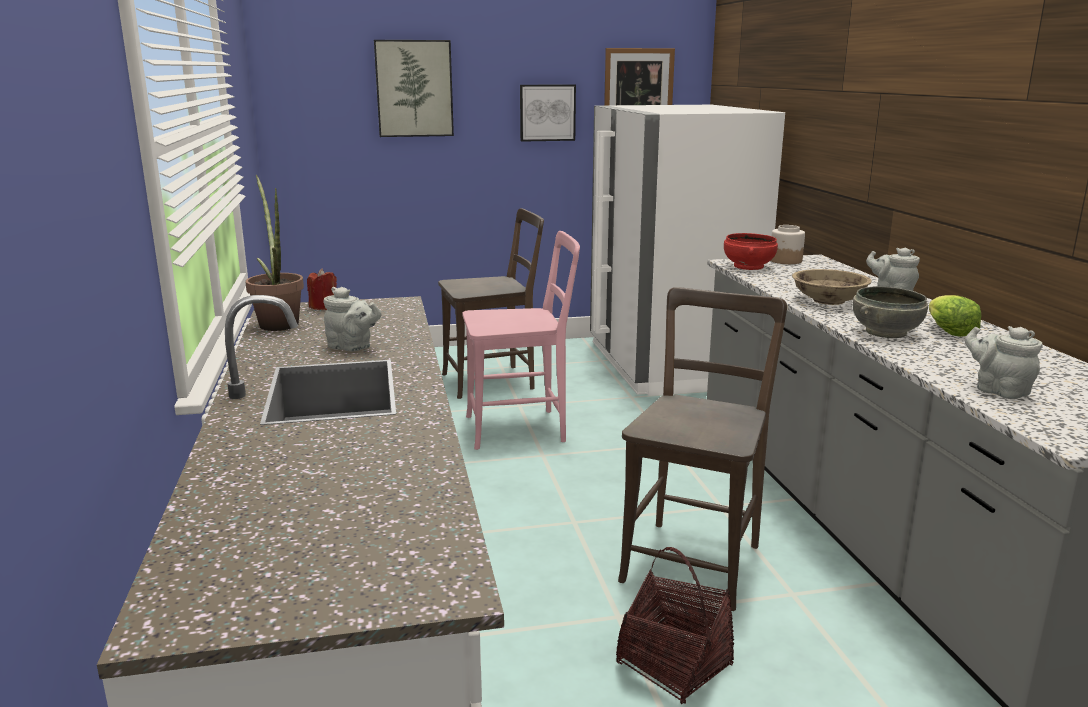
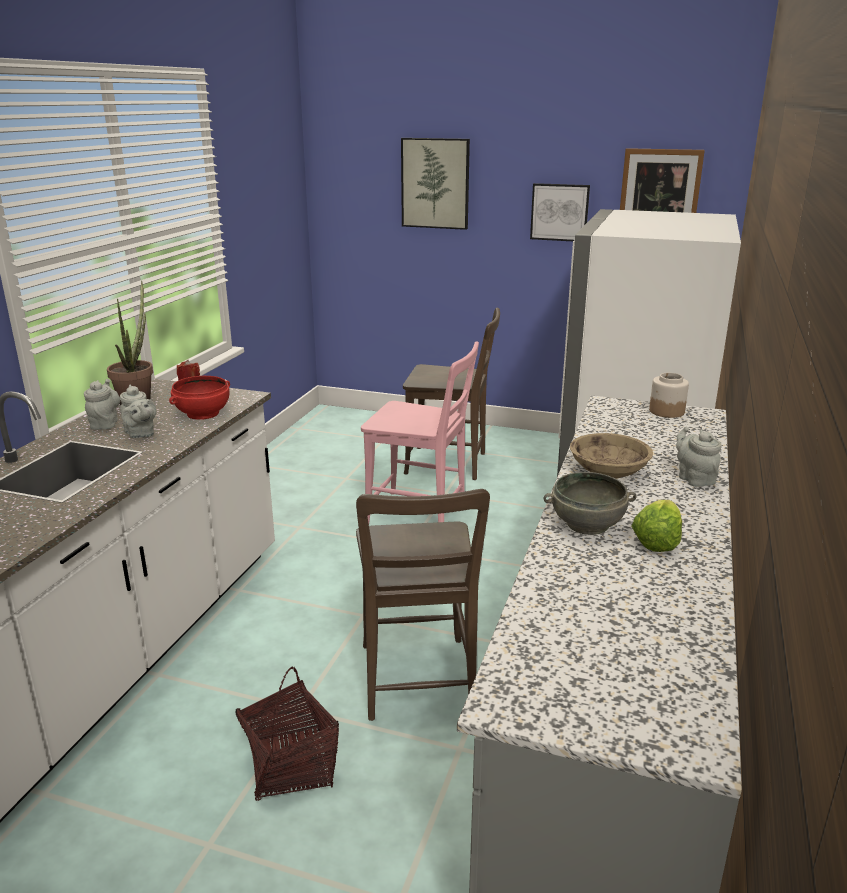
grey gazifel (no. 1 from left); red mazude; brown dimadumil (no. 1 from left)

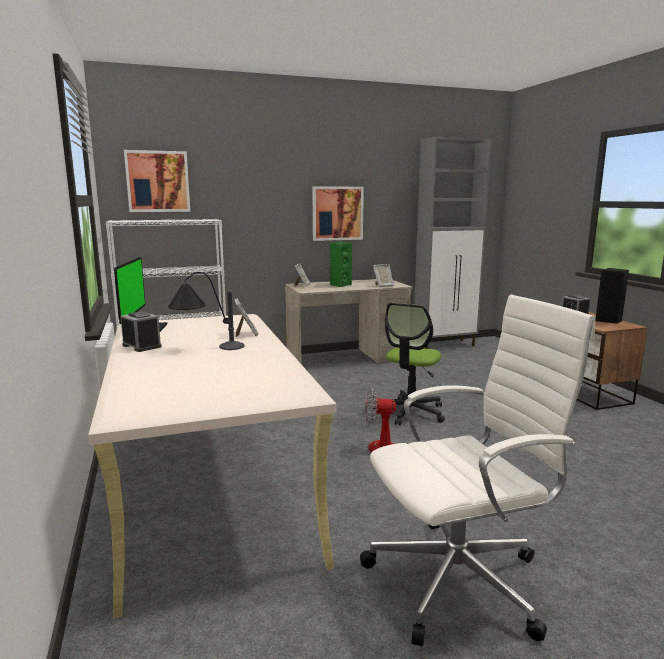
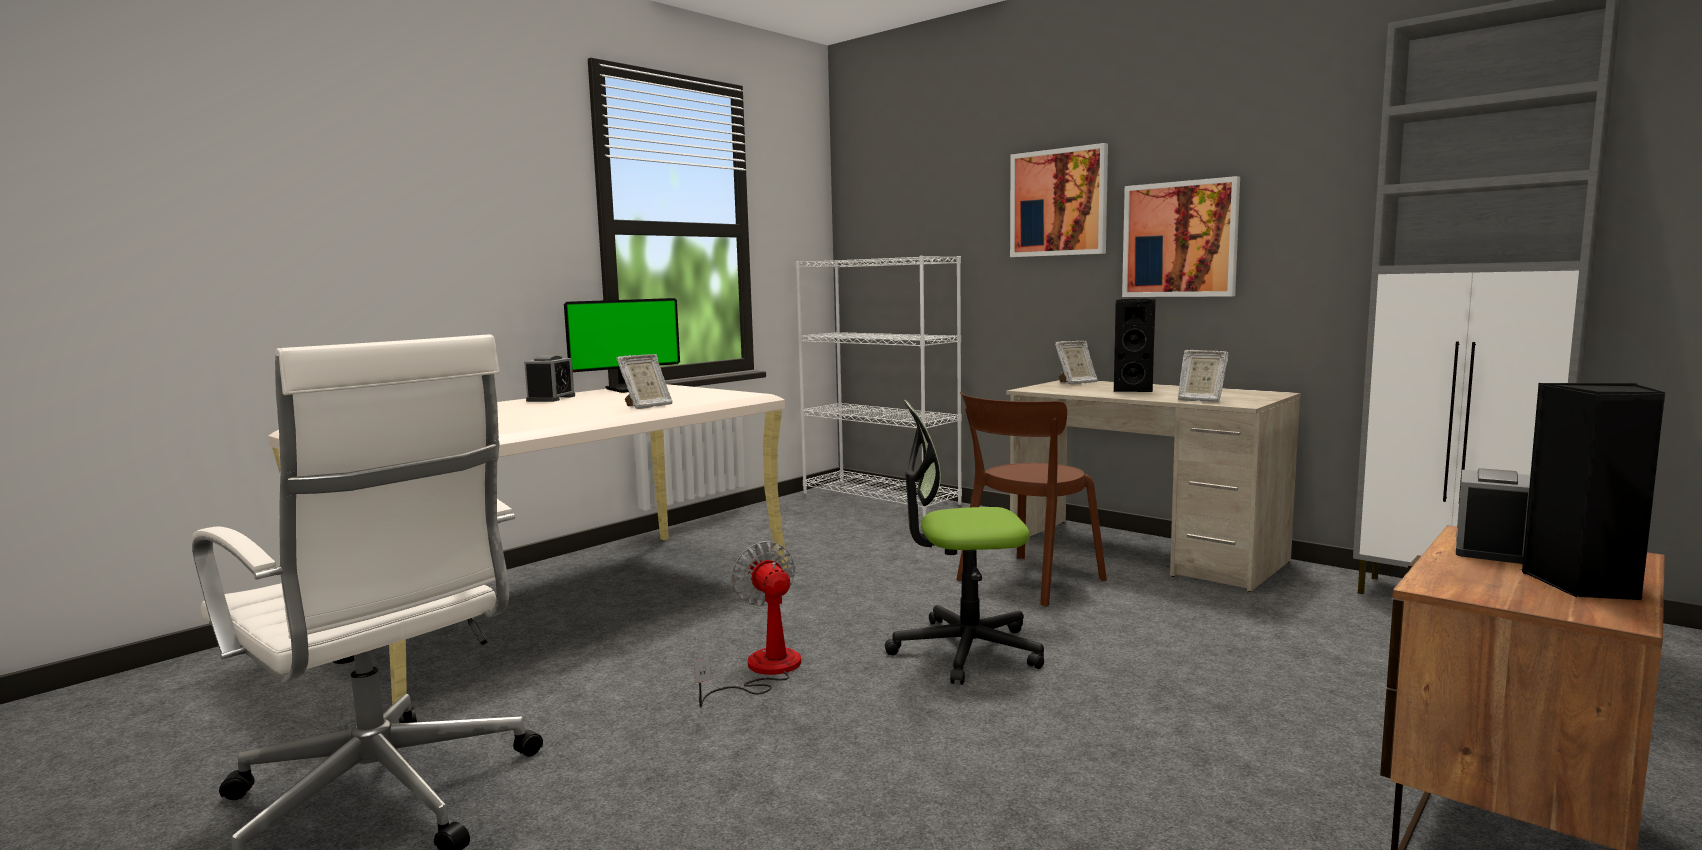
brown dimadumil; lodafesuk (no. 1 from left); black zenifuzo (no. 1 from left); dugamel

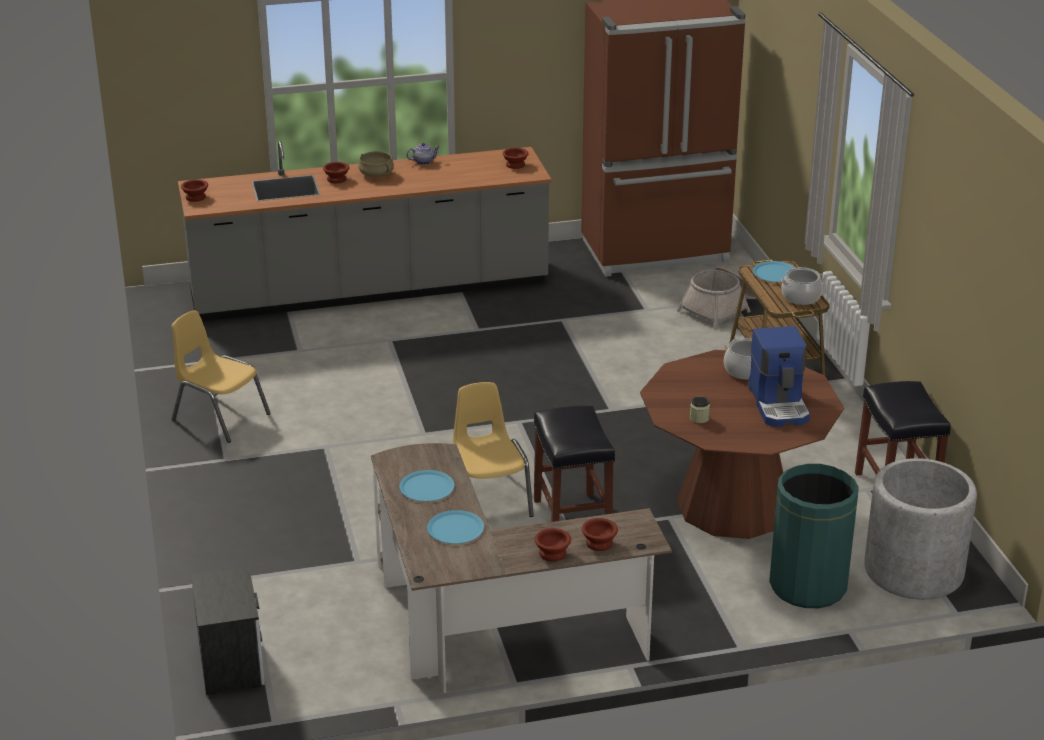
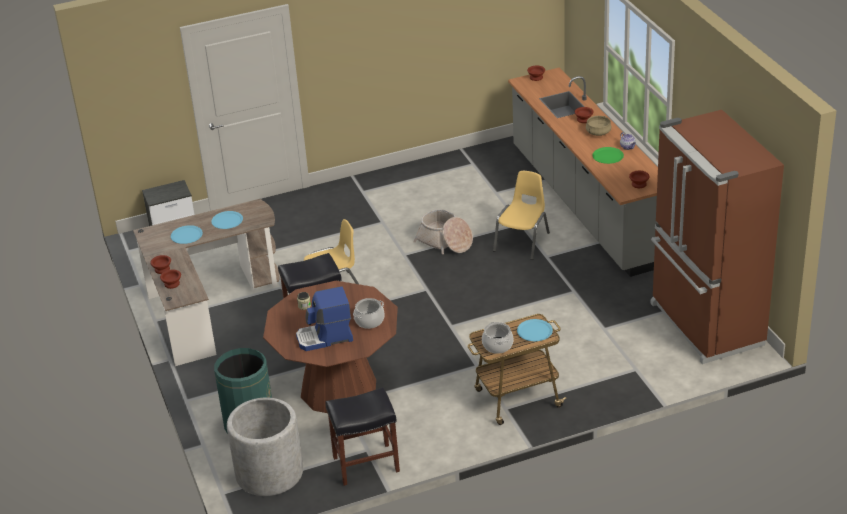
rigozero; yellow dimadumil (no. 2 from left); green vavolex

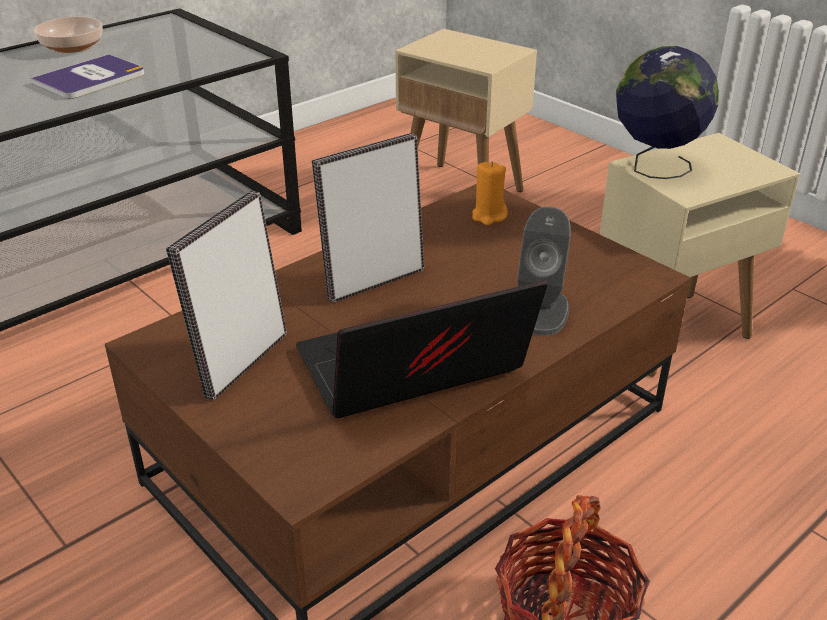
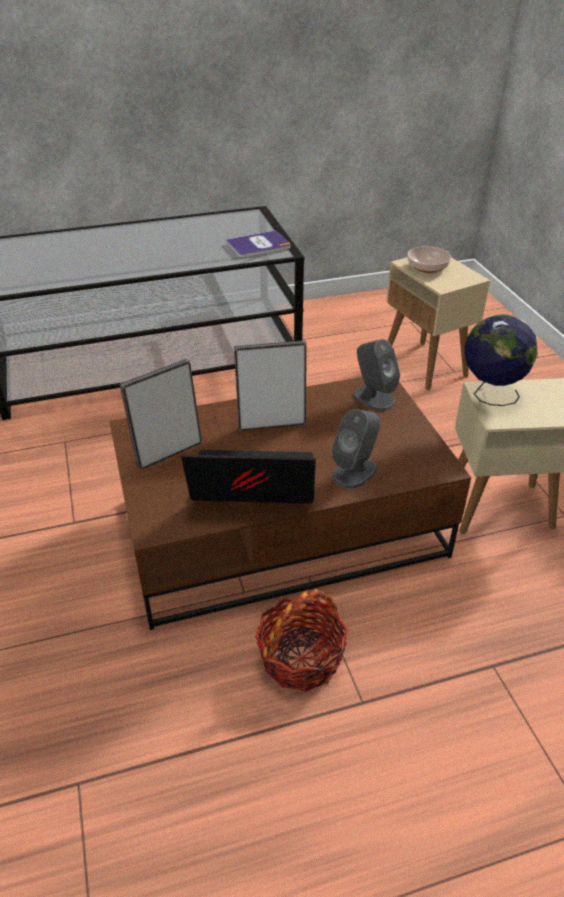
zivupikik; grey zenifuzo (no. 2 from left); mazude

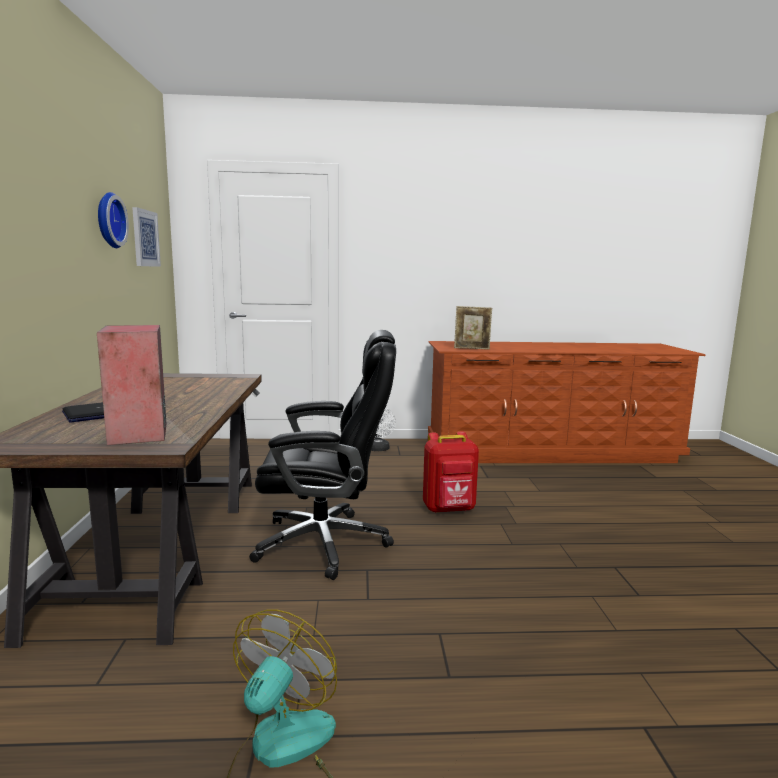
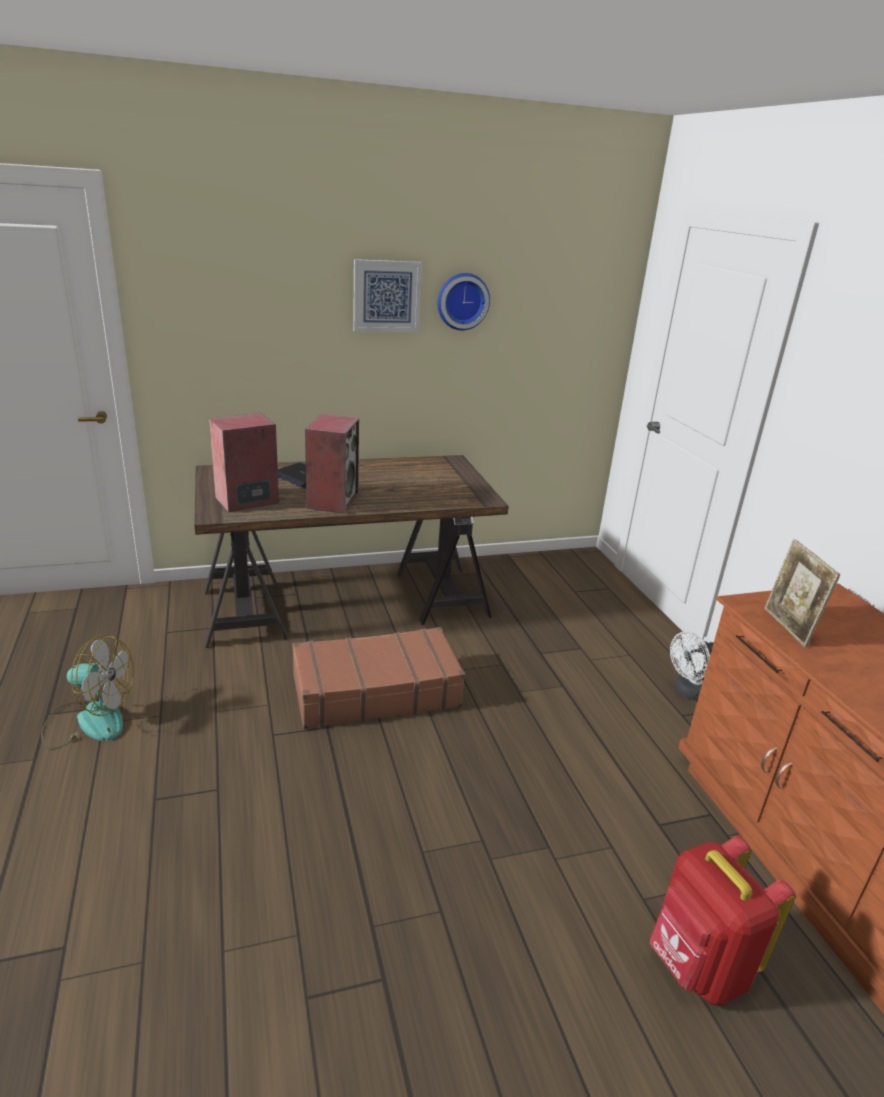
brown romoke; zenifuzo (no. 2 from left); lodafesuk; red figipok

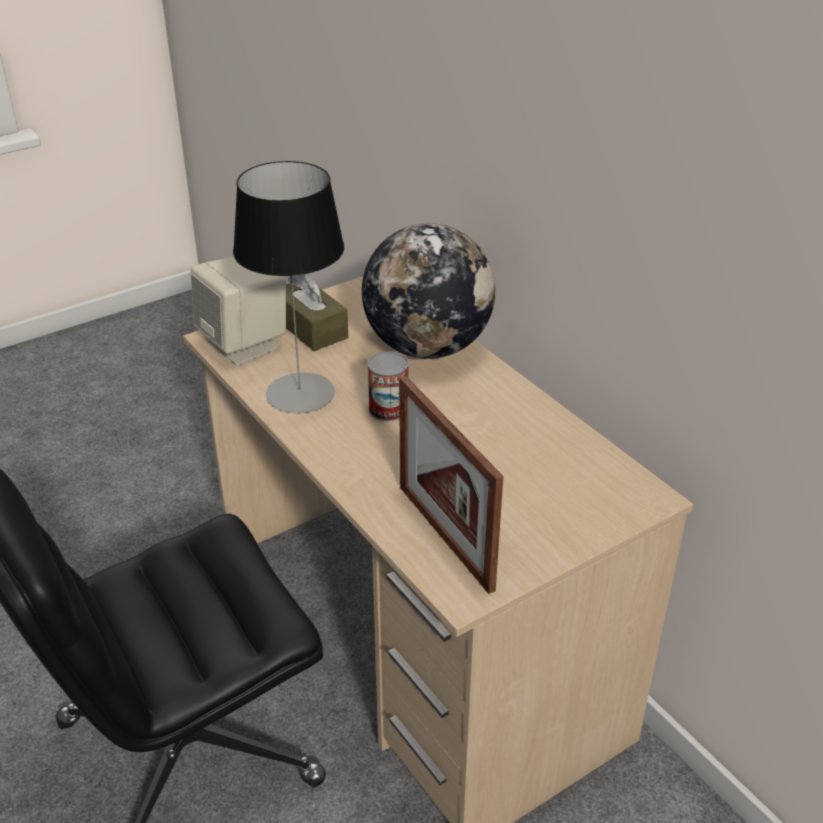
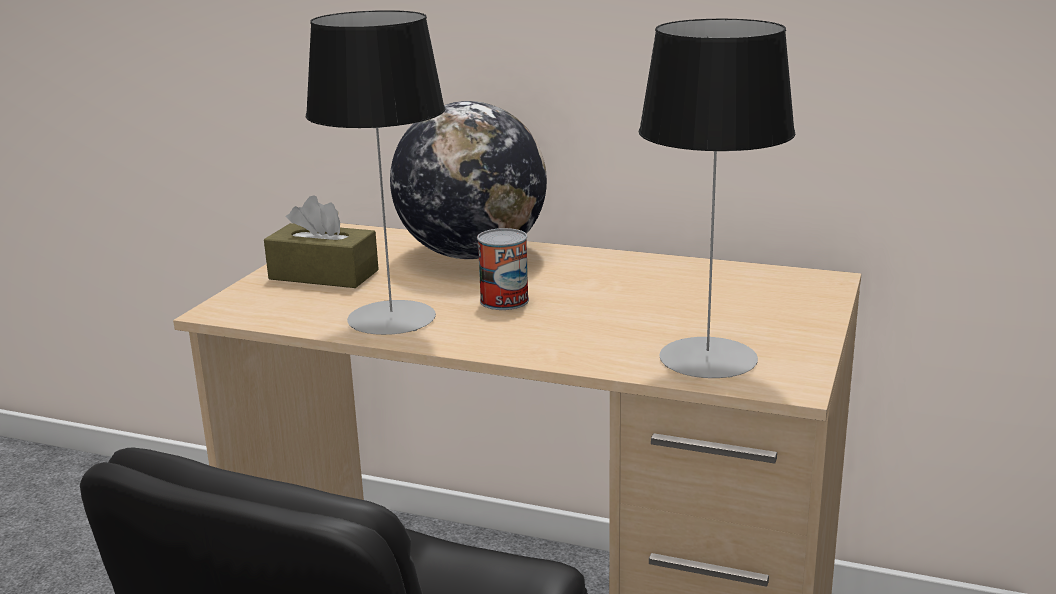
dugamel (no. 2 from left); beige zenifuzo

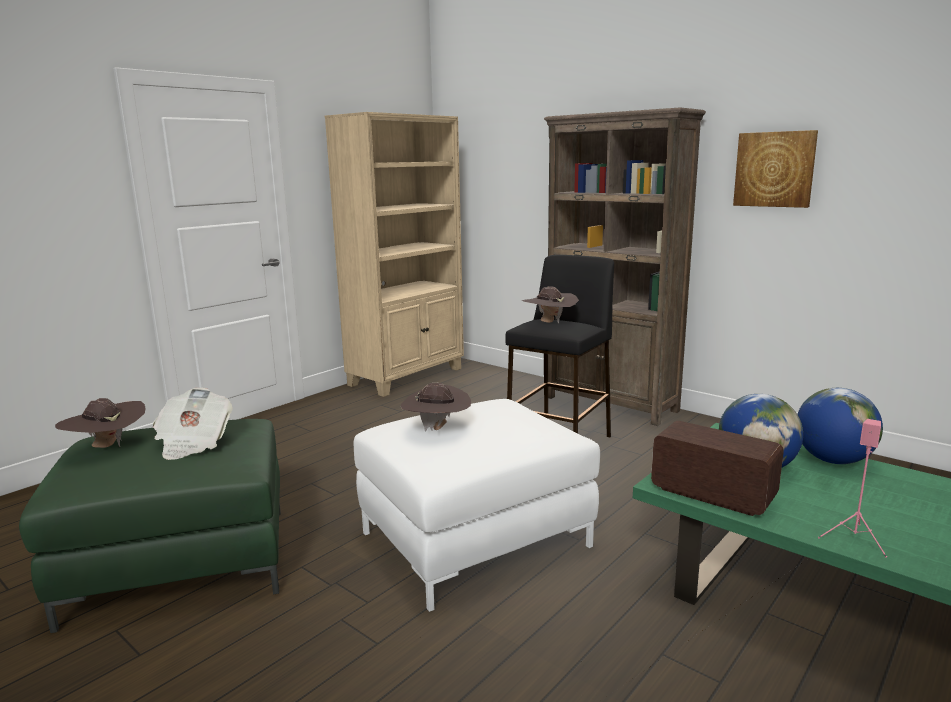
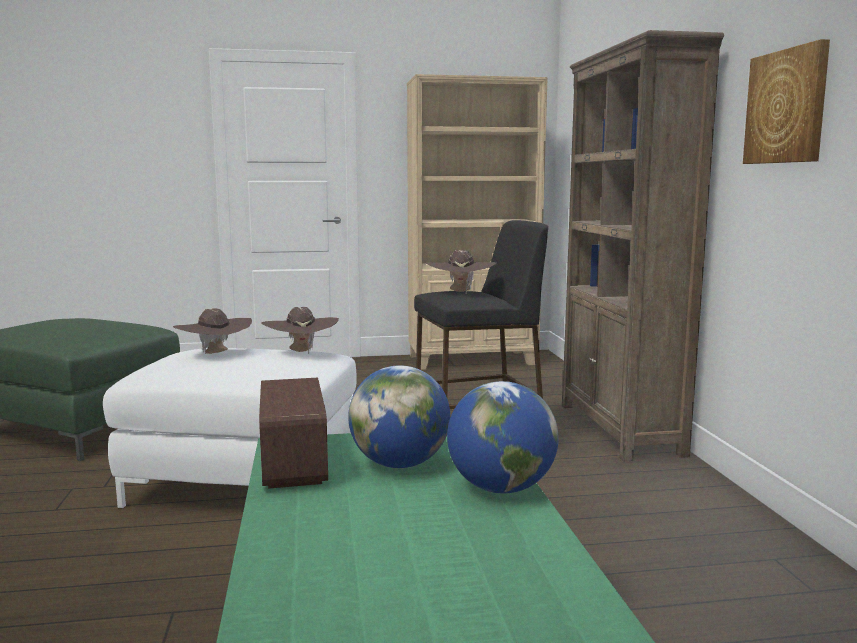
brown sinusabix (no. 2 from left); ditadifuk; pink zenifuzo

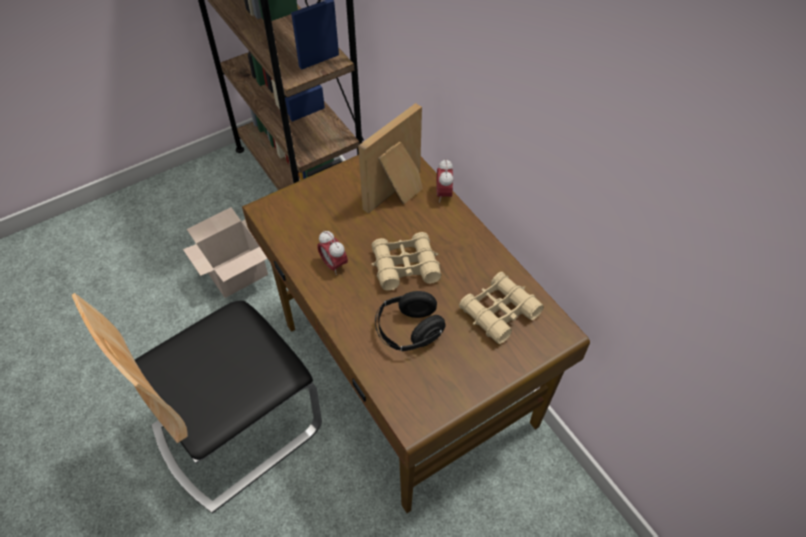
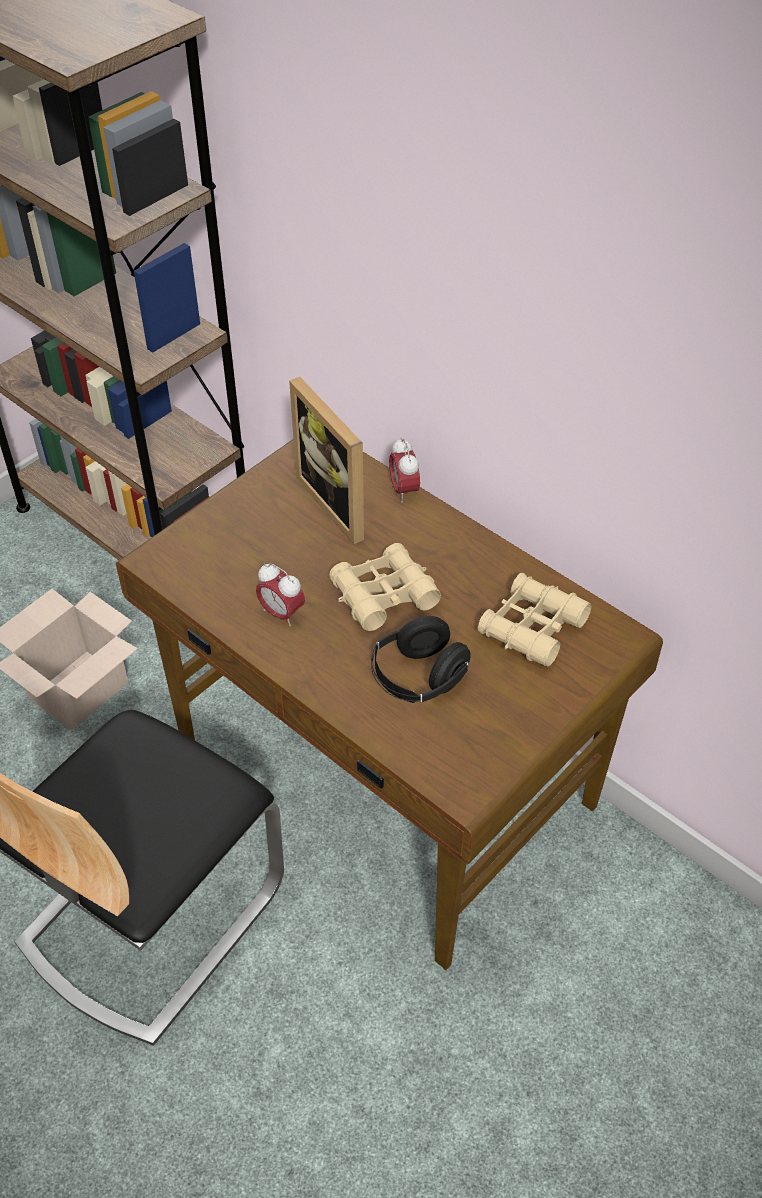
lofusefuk

